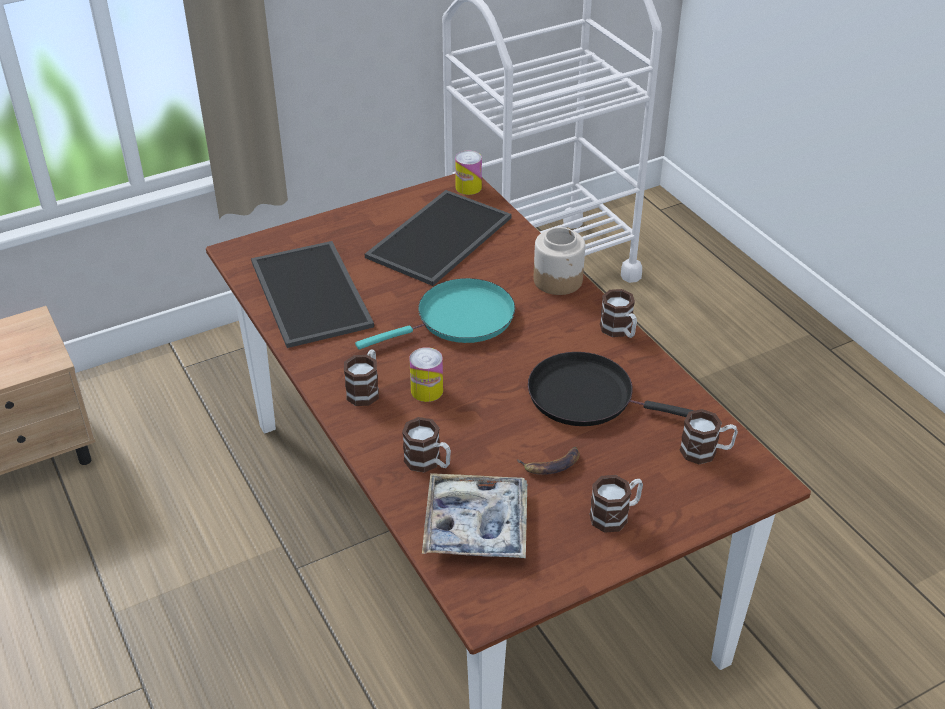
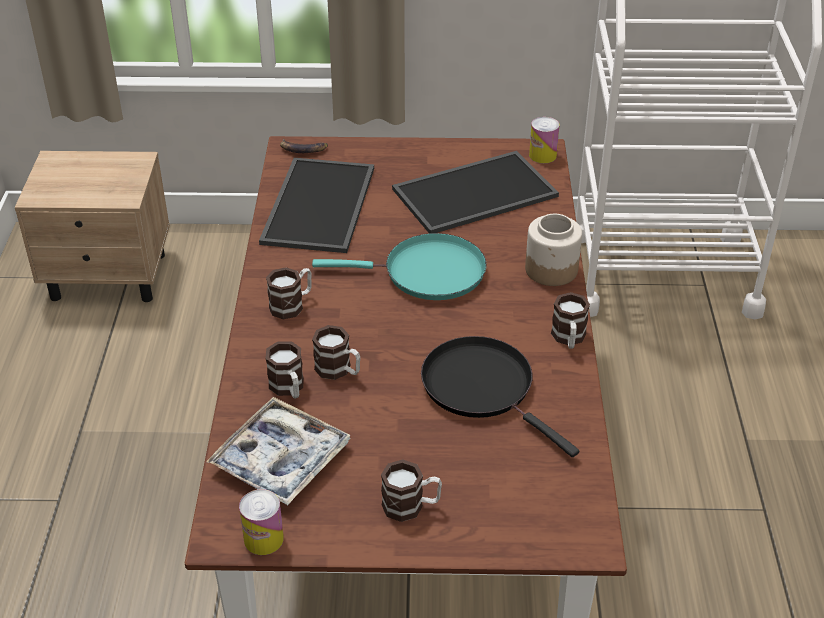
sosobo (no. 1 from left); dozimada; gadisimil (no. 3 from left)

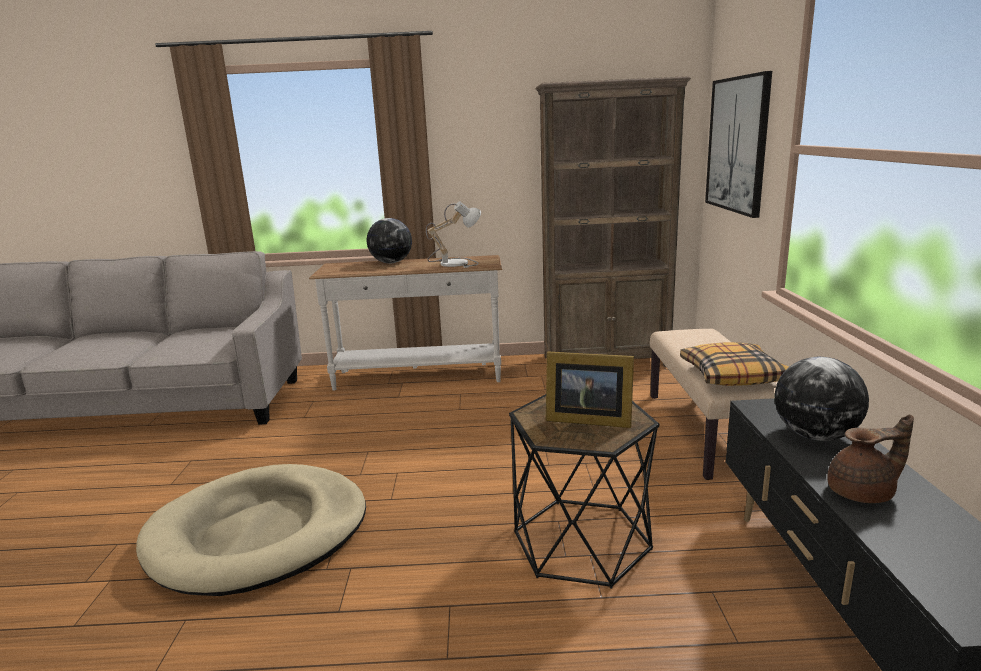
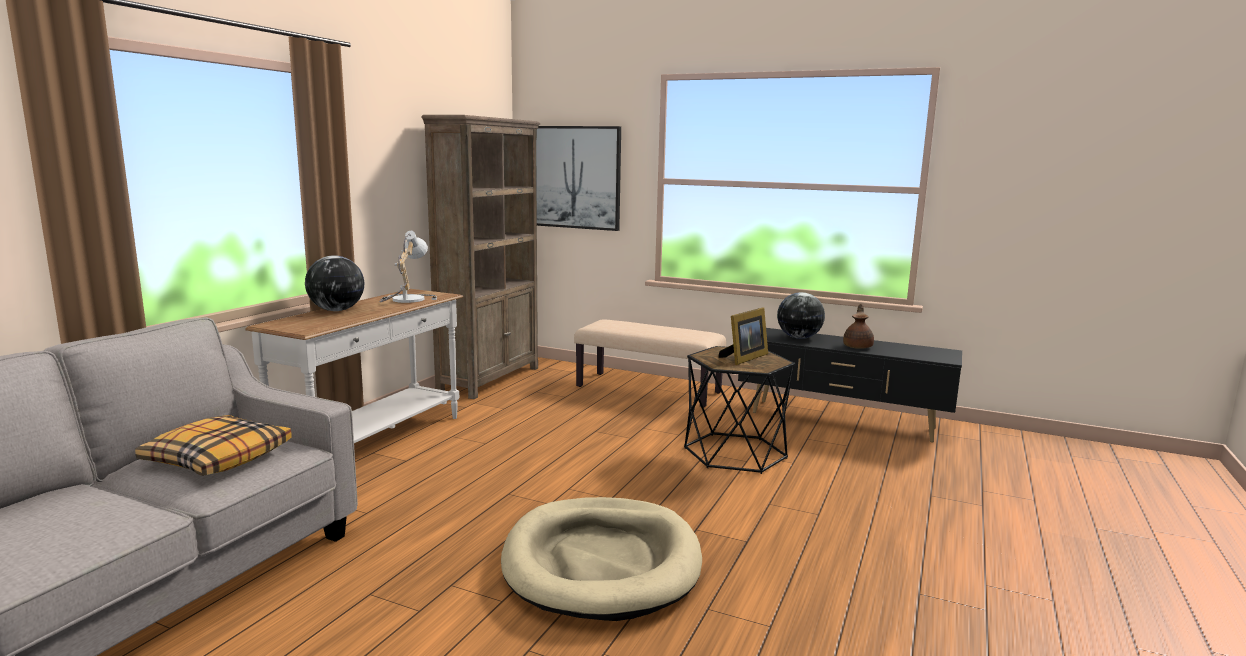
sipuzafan

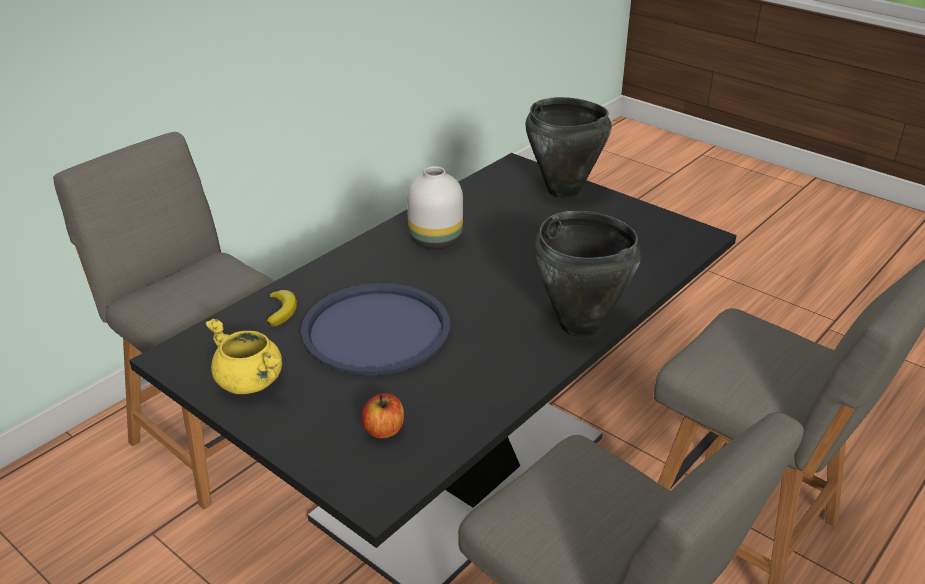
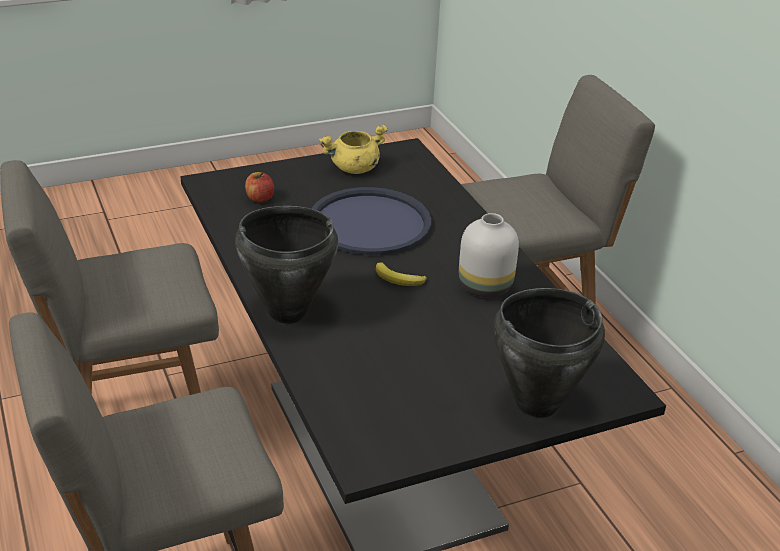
dozimada

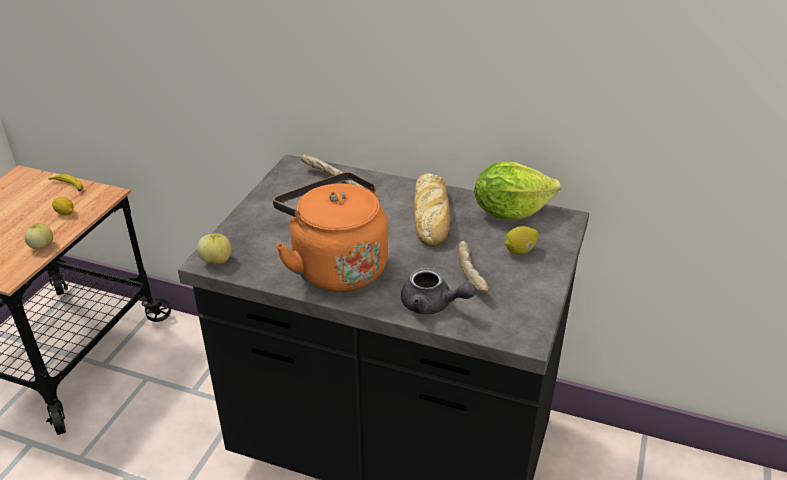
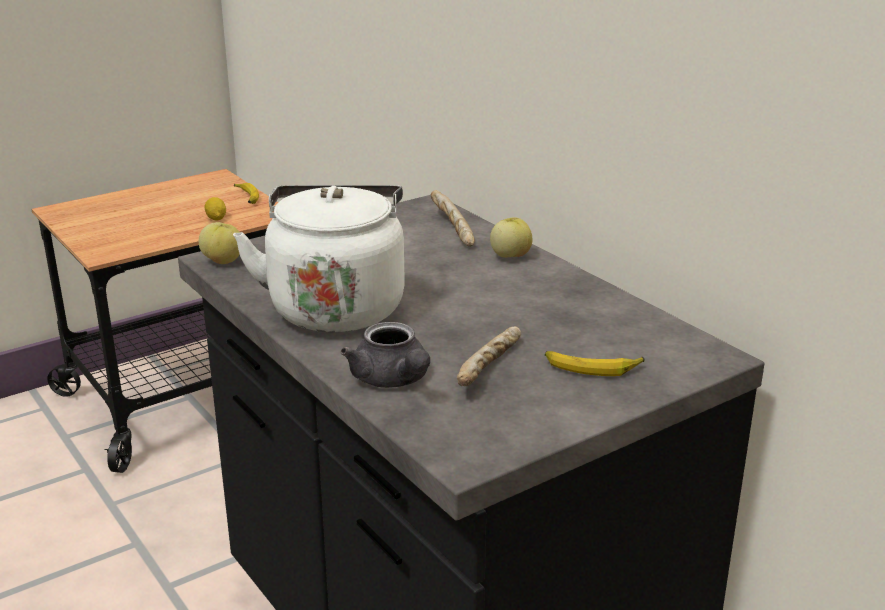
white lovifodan; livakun (no. 2 from left); dozimada (no. 2 from left); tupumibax (no. 2 from left in the first image); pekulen

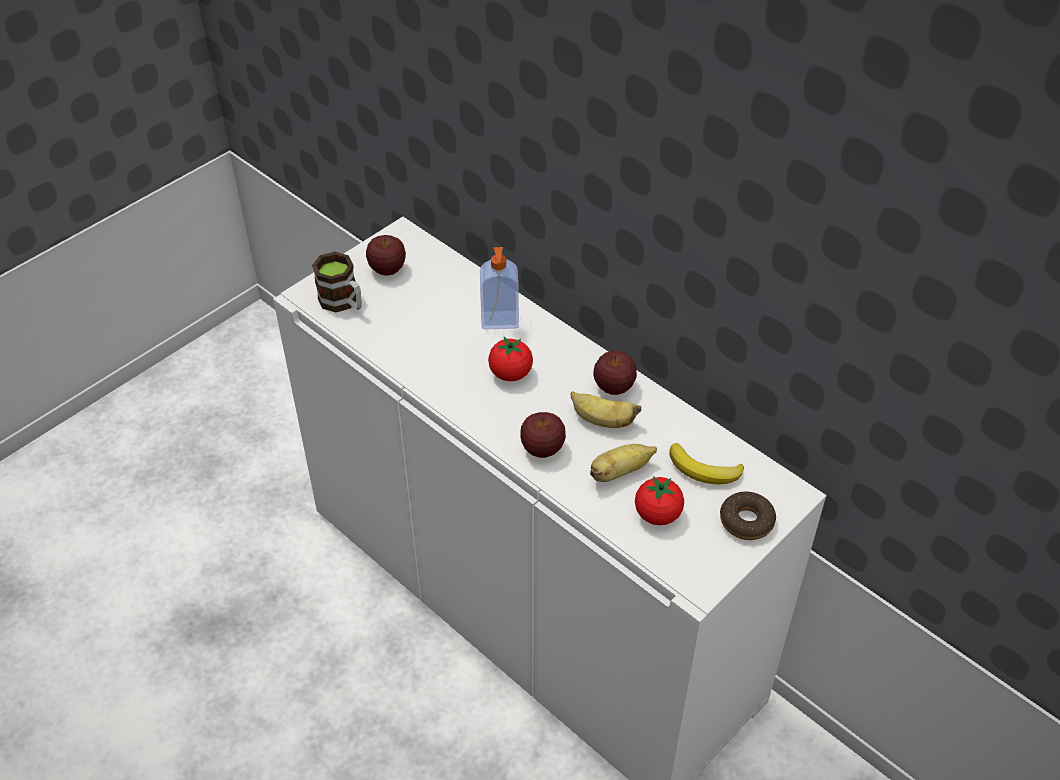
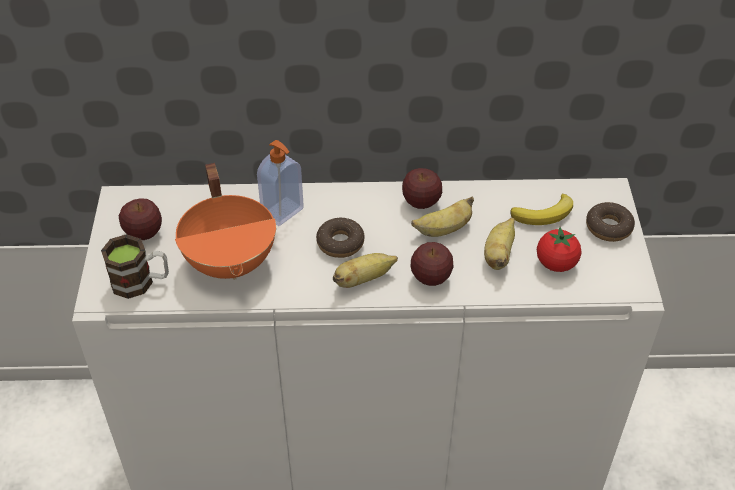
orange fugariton; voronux (no. 1 from left); dozimada (no. 1 from left)

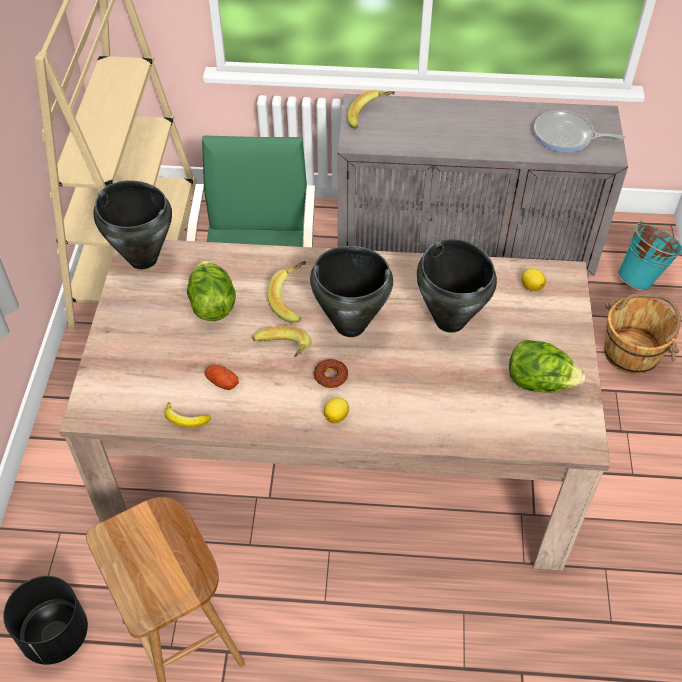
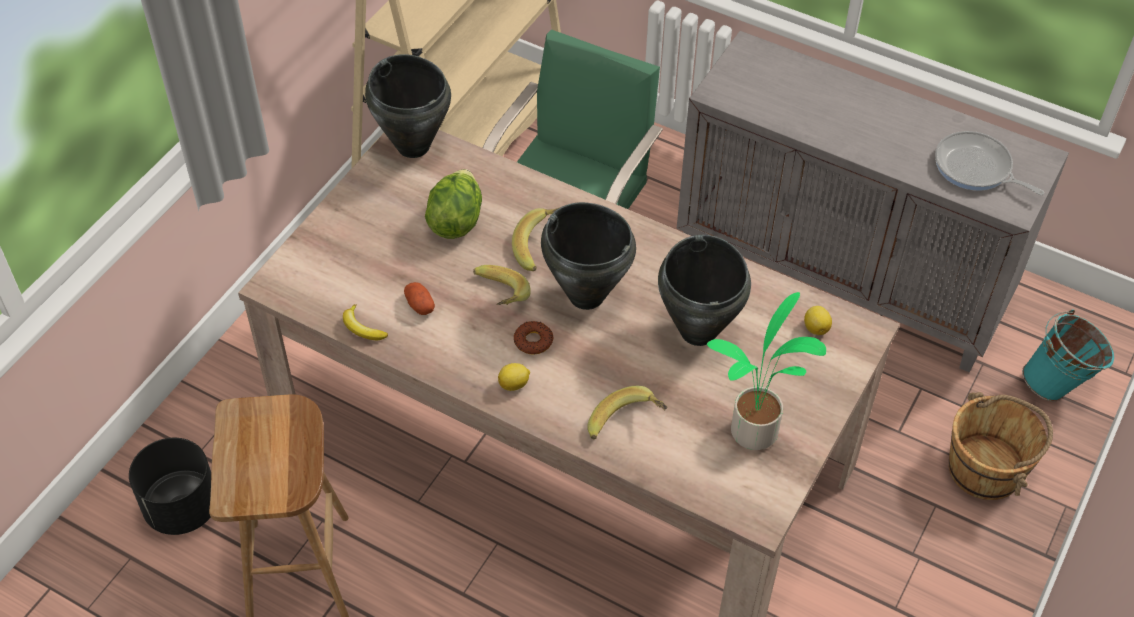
dozimada (no. 4 from left); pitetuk

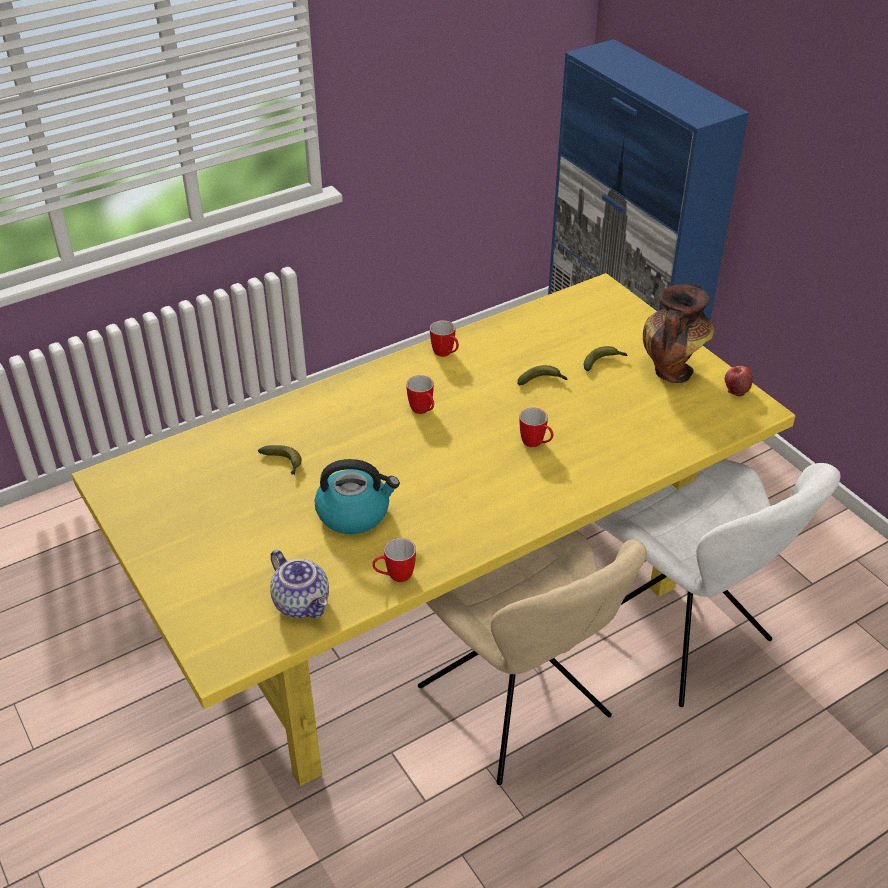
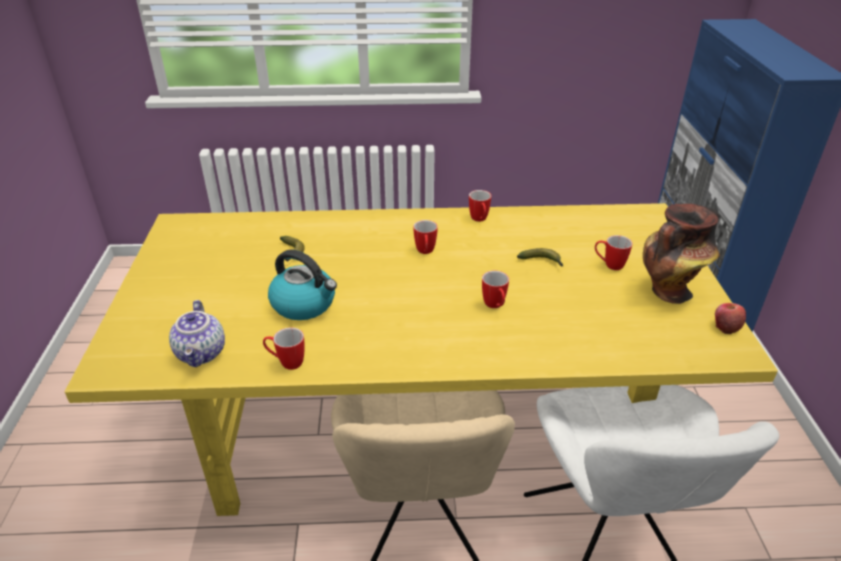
gadisimil (no. 5 from left)

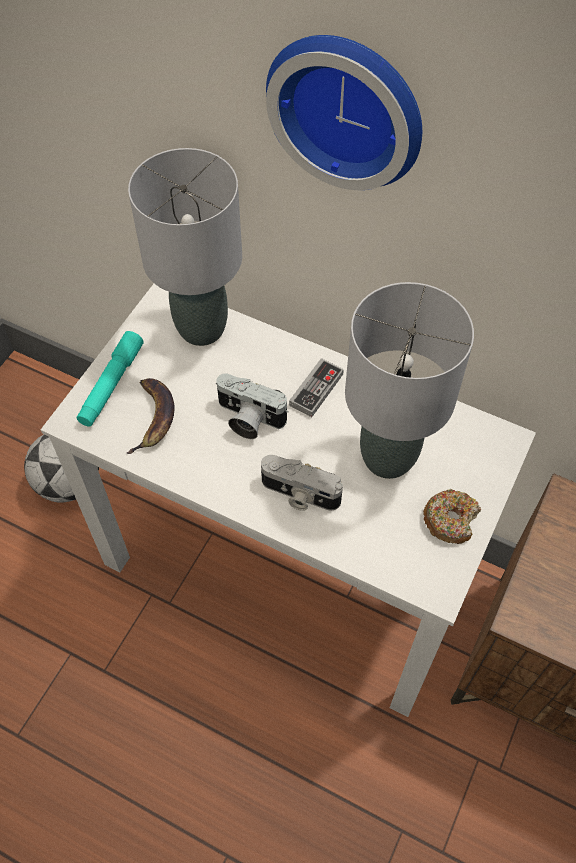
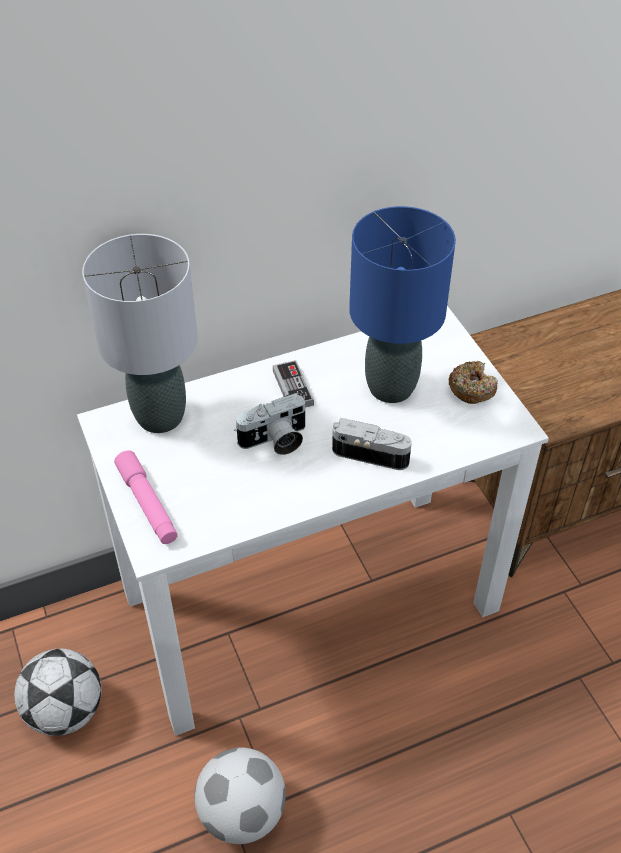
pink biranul; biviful (no. 2 from left); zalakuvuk (no. 2 from left); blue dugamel; dozimada; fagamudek

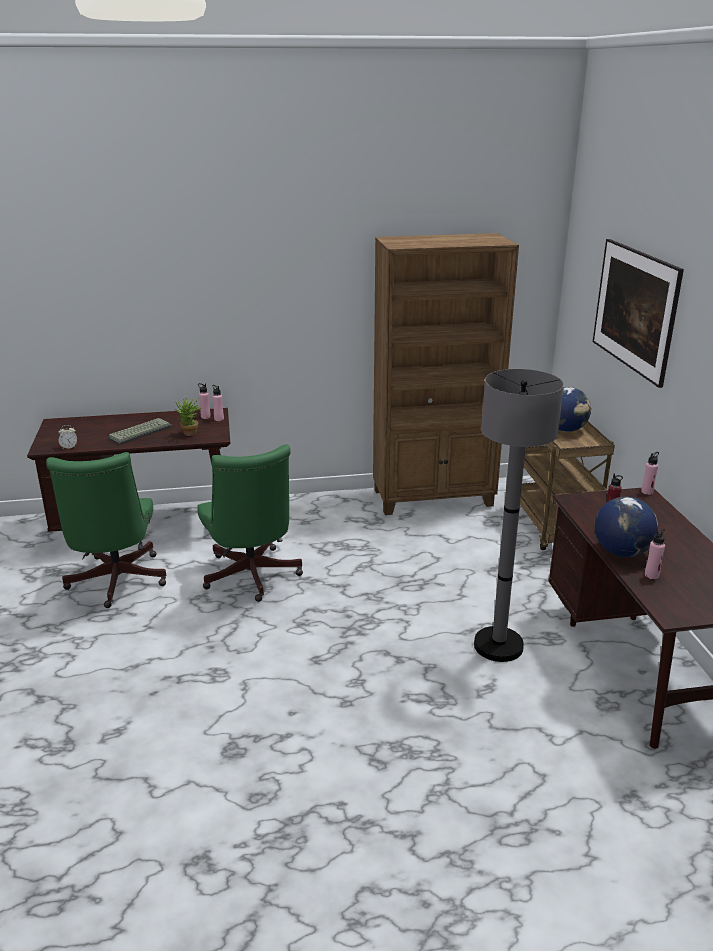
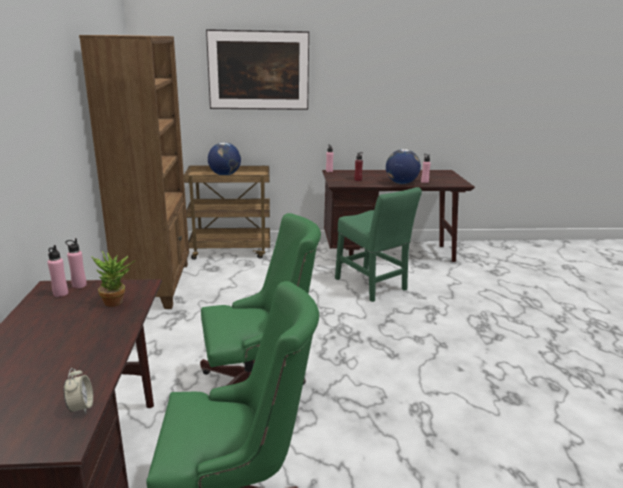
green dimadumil; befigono

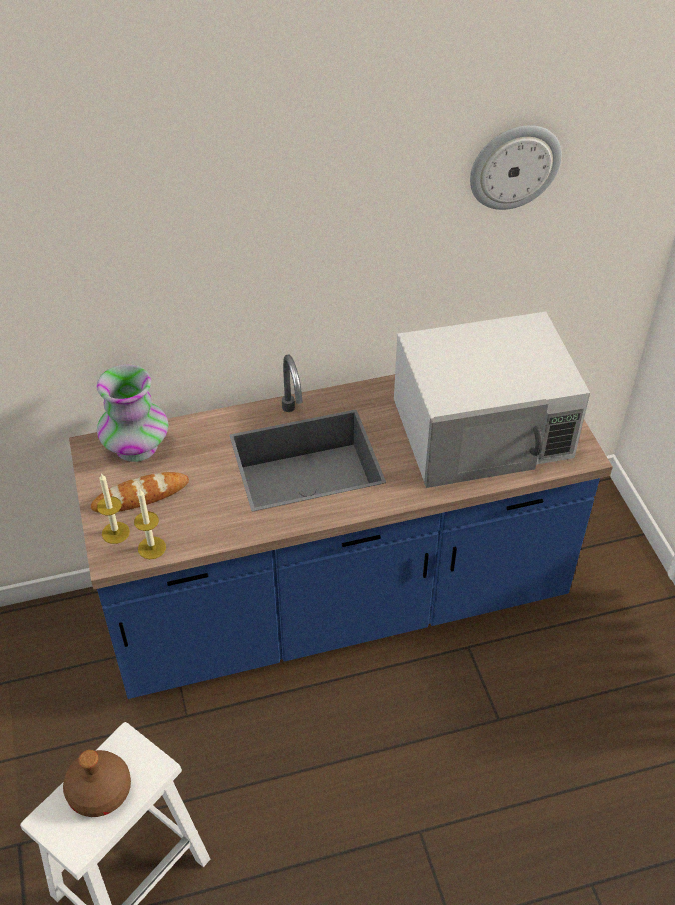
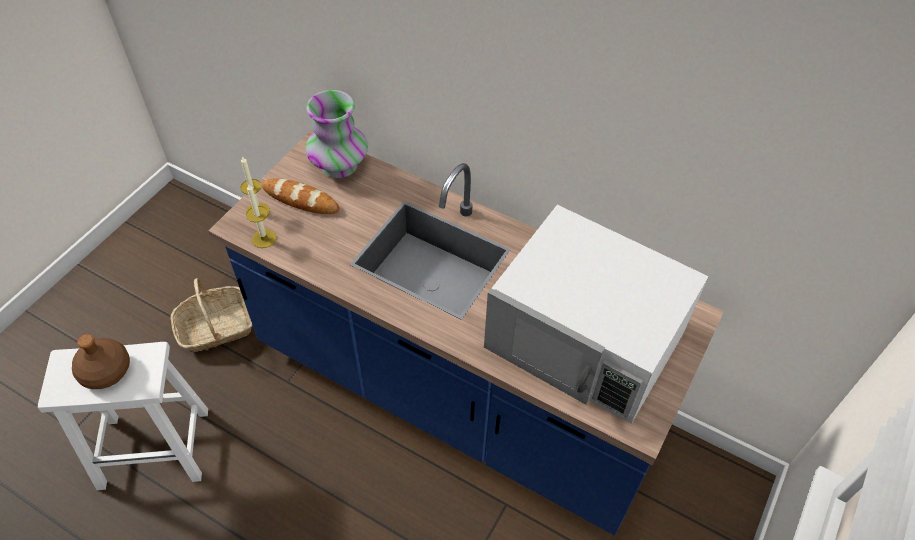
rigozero; fagamudek

